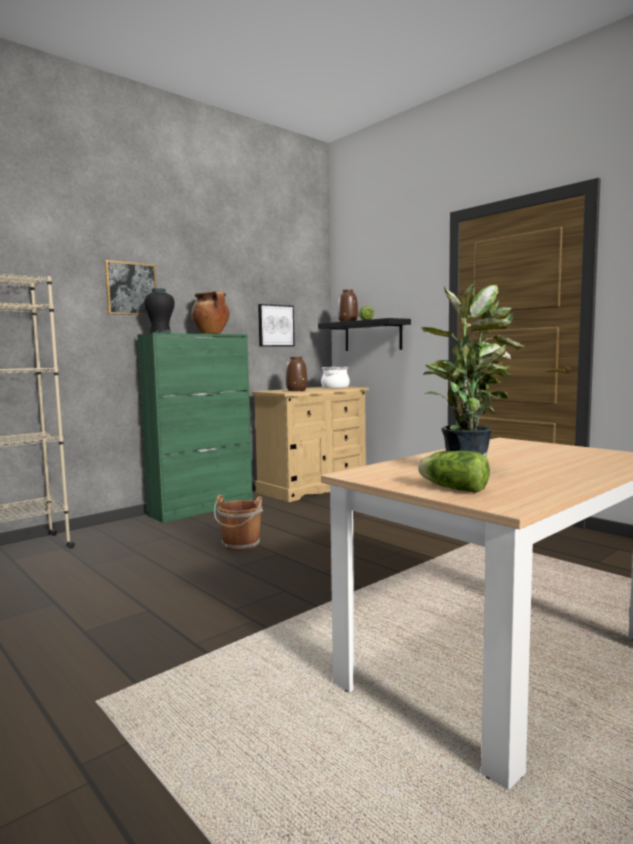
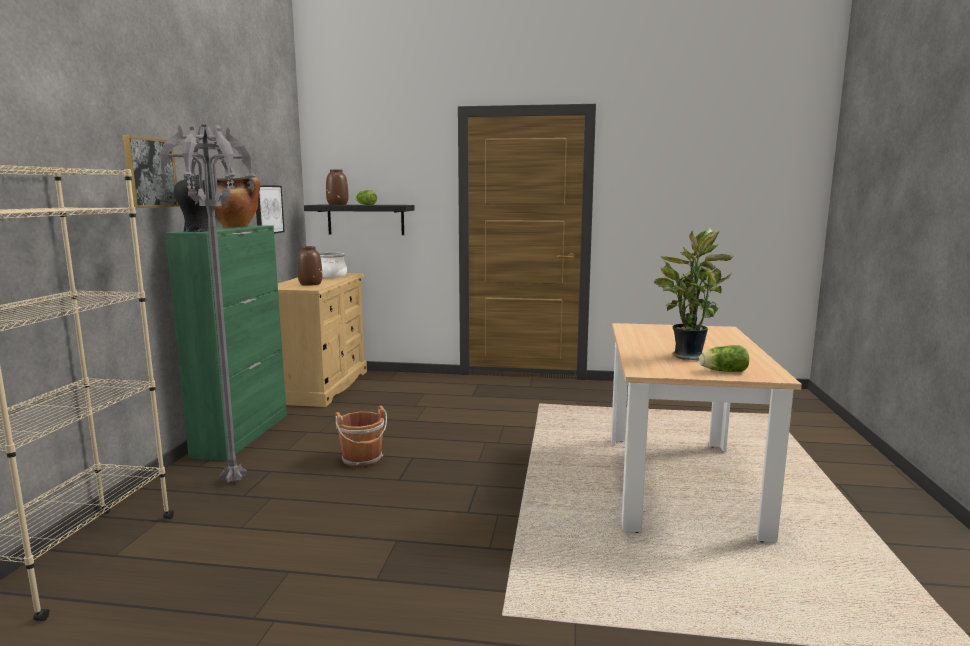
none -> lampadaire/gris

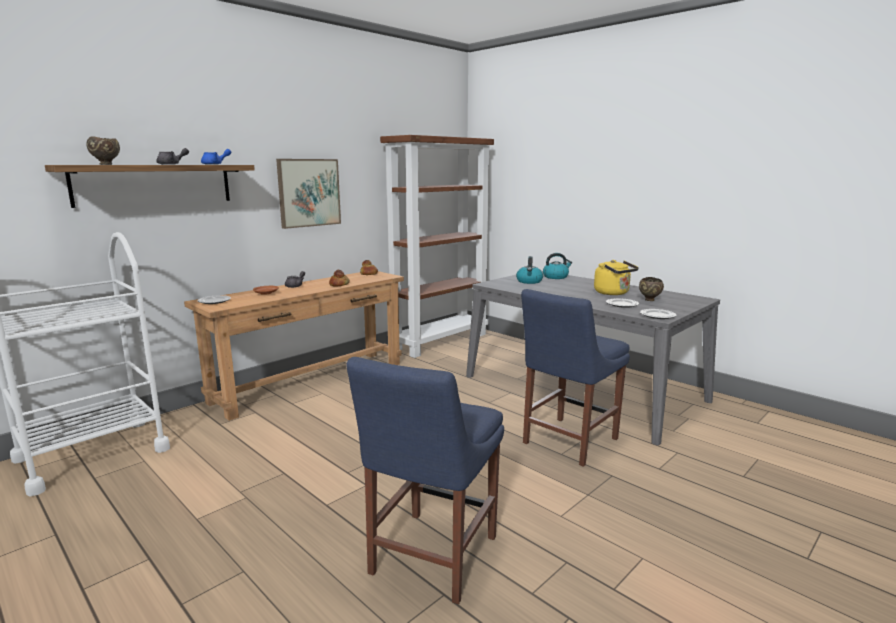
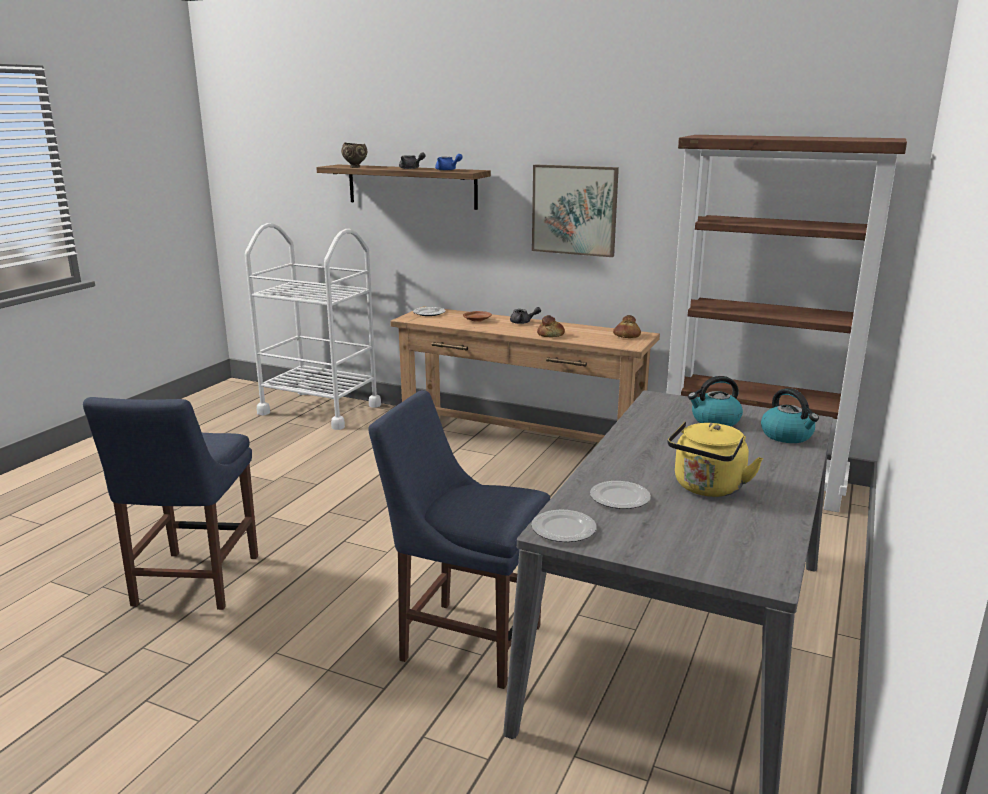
bol/marron (no. 2 from left) -> none
chaise/bleu (no. 1 from left), 90 degrees counterclockwise

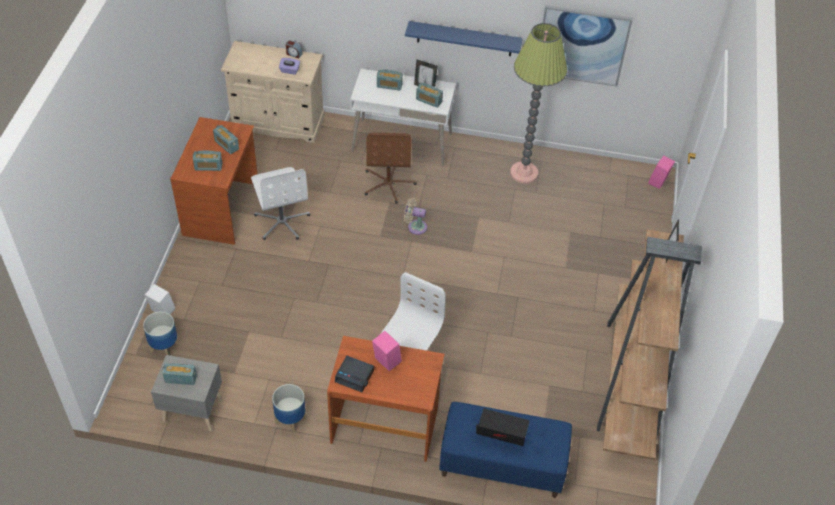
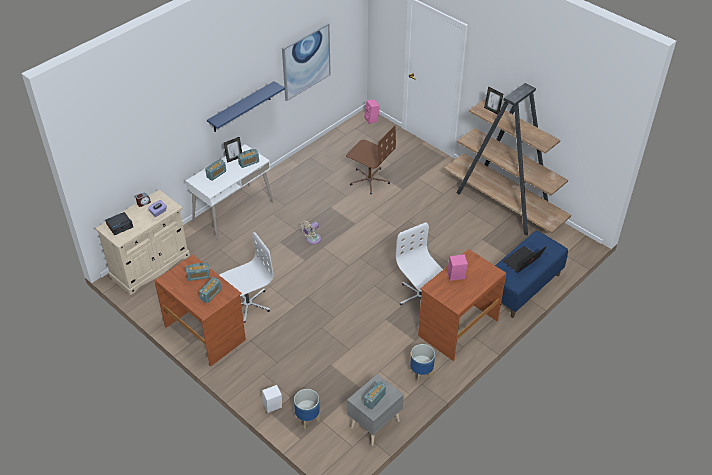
lampadaire -> none
réveil (no. 2 from left in the first image) -> réveil (no. 1 from left), shifted
chaise de bureau/marron, shifted
chaise de bureau/blanc (no. 1 from left), 45 degrees counterclockwise

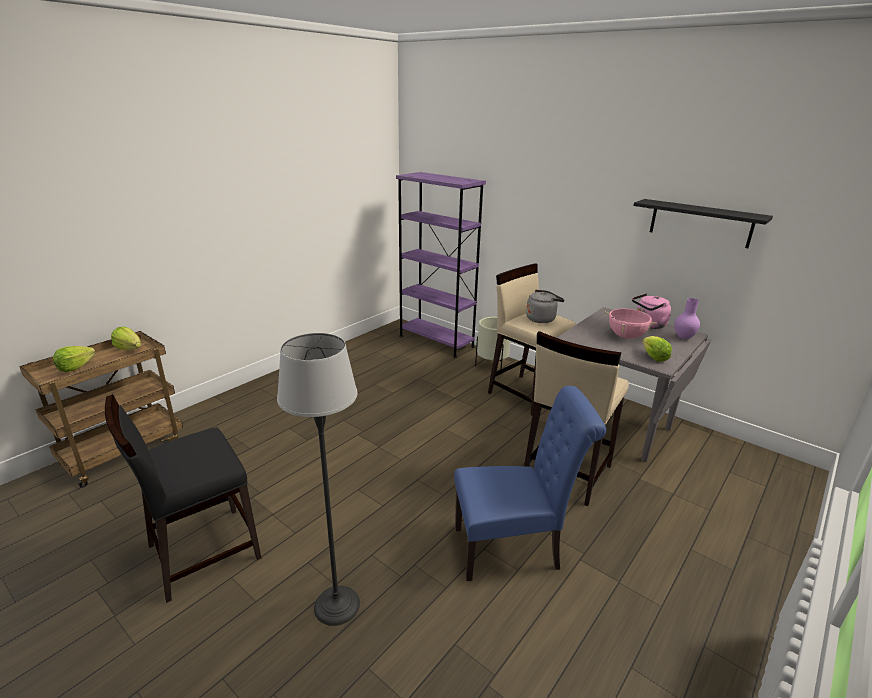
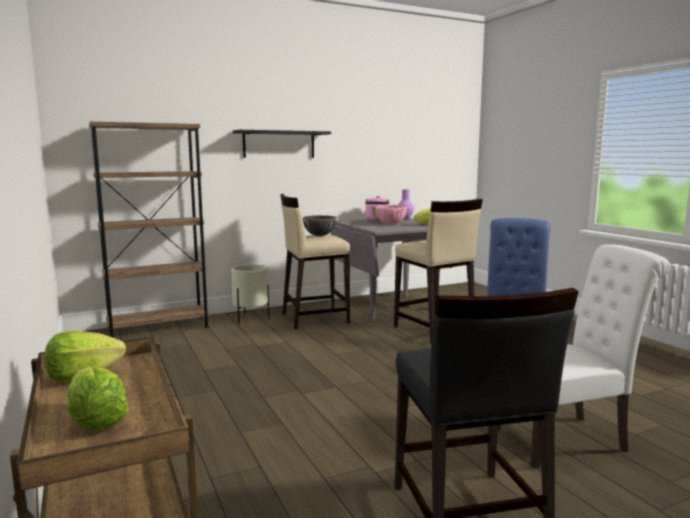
étagère/noir, shifted
lampadaire -> chaise/blanc
bouilloire/gris -> marmite/noir
bibliothèque/violet -> bibliothèque/marron

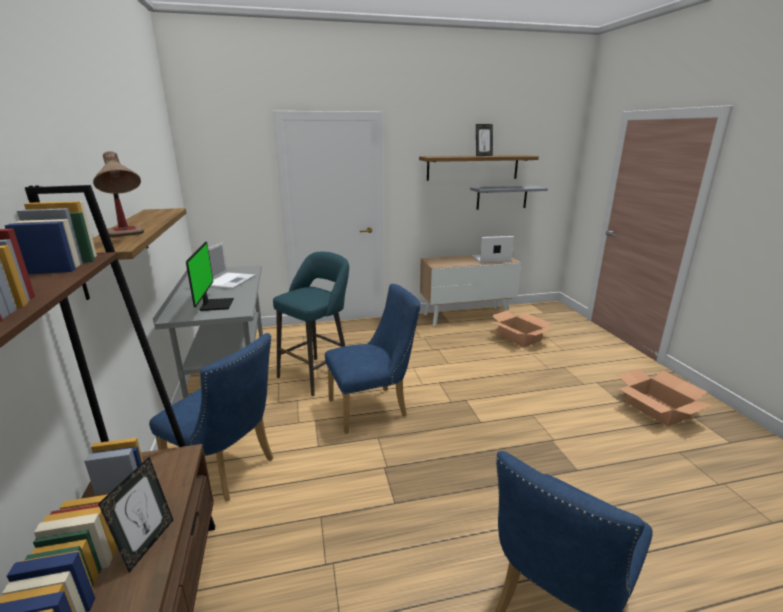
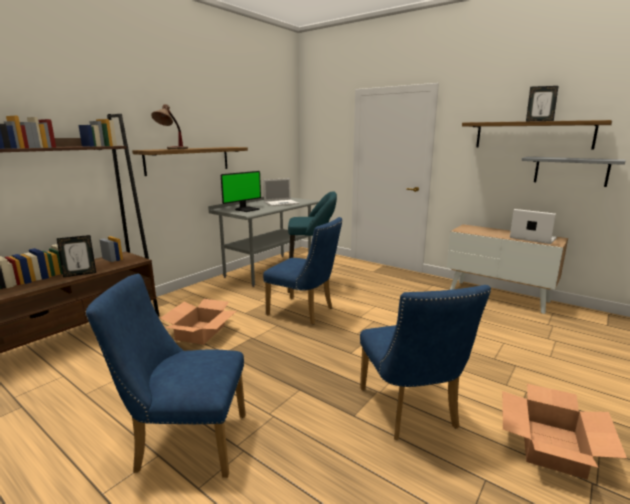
chaise/bleu (no. 1 from left in the first image) -> chaise/bleu (no. 3 from left), shifted
carton (no. 1 from left), shifted

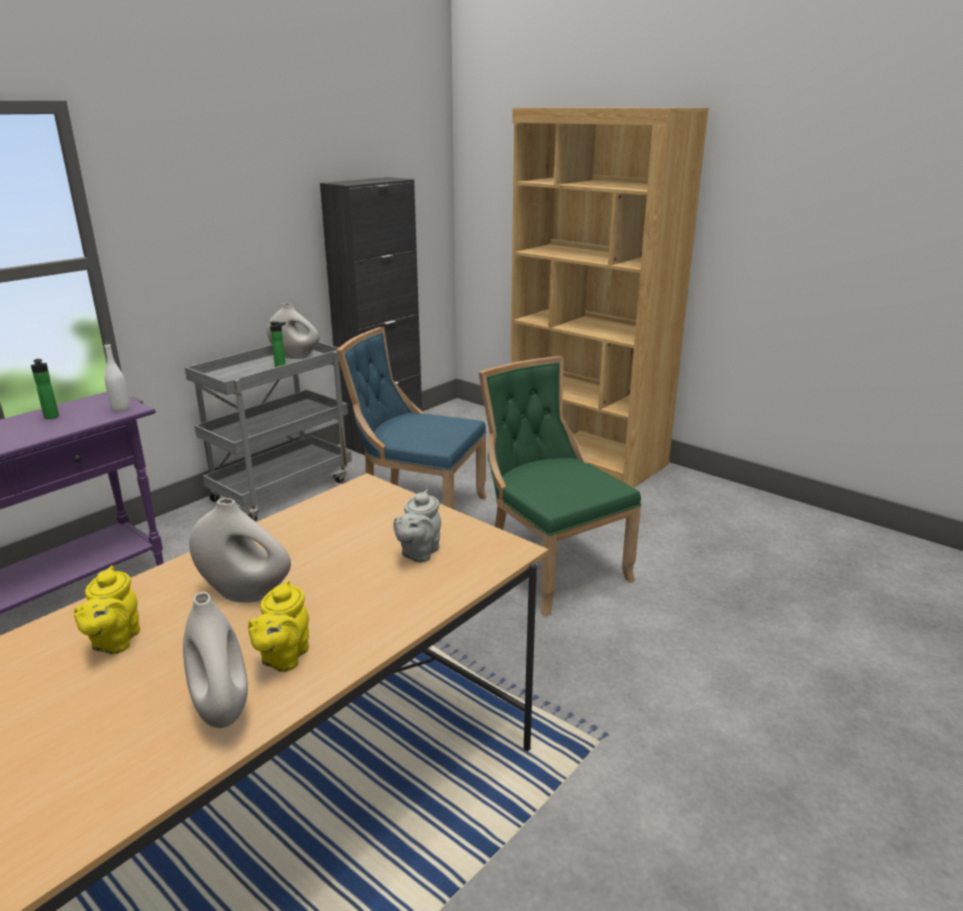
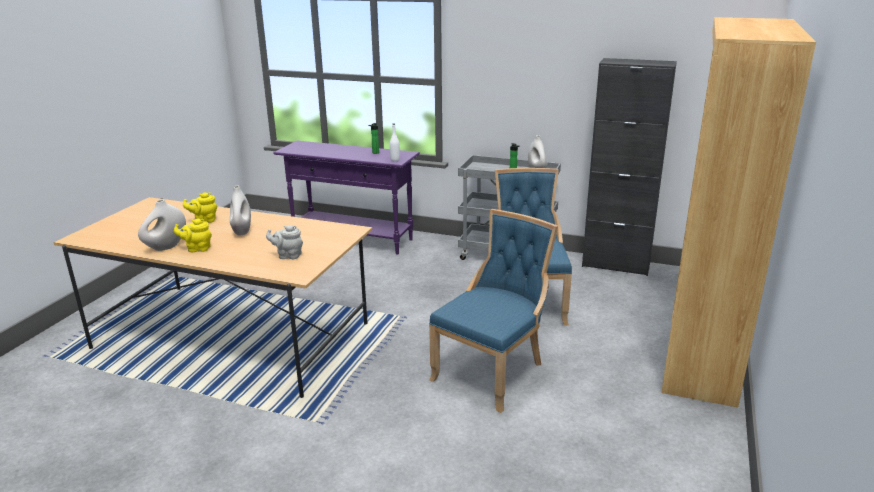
chaise/vert -> chaise/bleu (no. 1 from left)

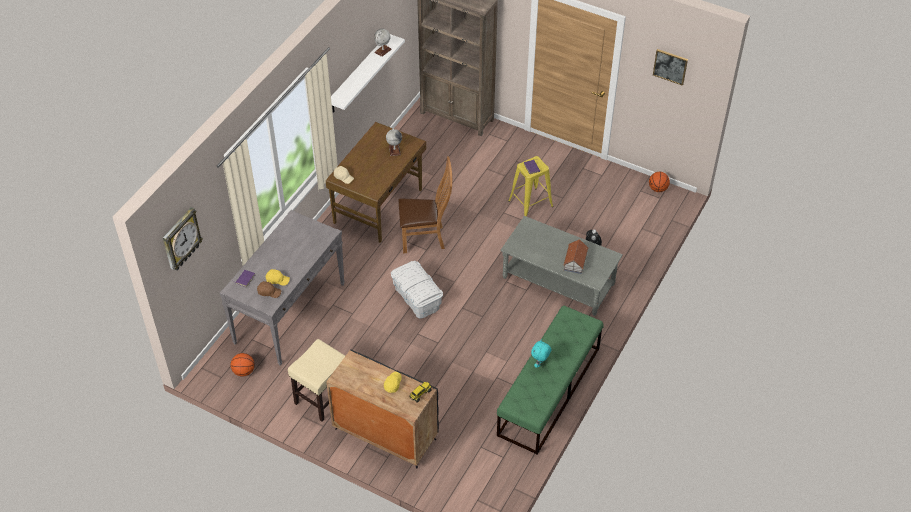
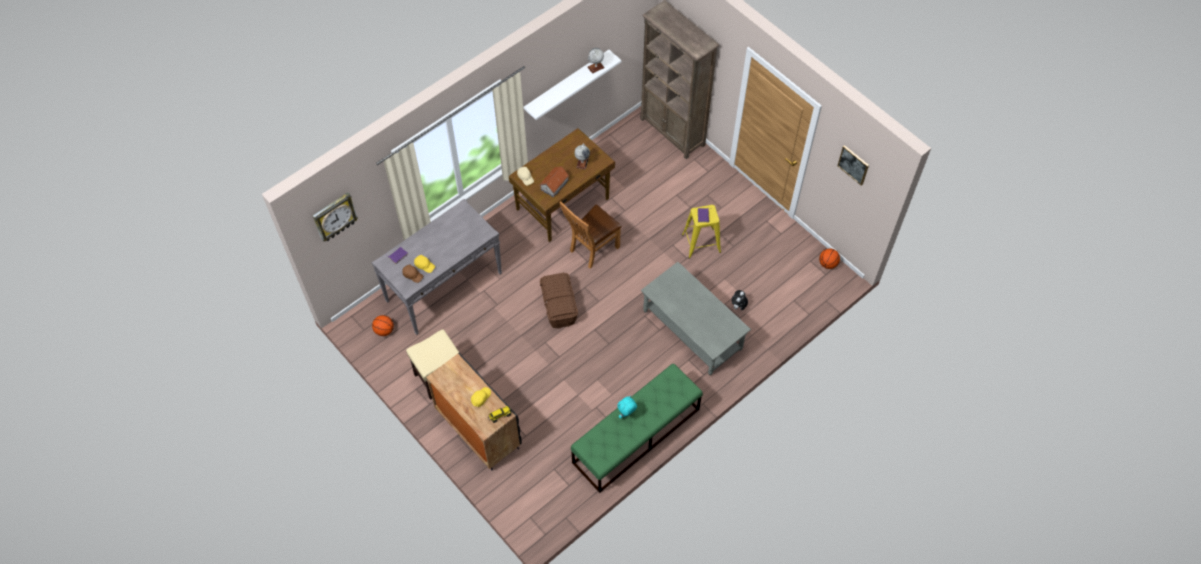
maison miniature, shifted
boîte de rangement/blanc -> boîte de rangement/marron
chaise/marron, 120 degrees clockwise

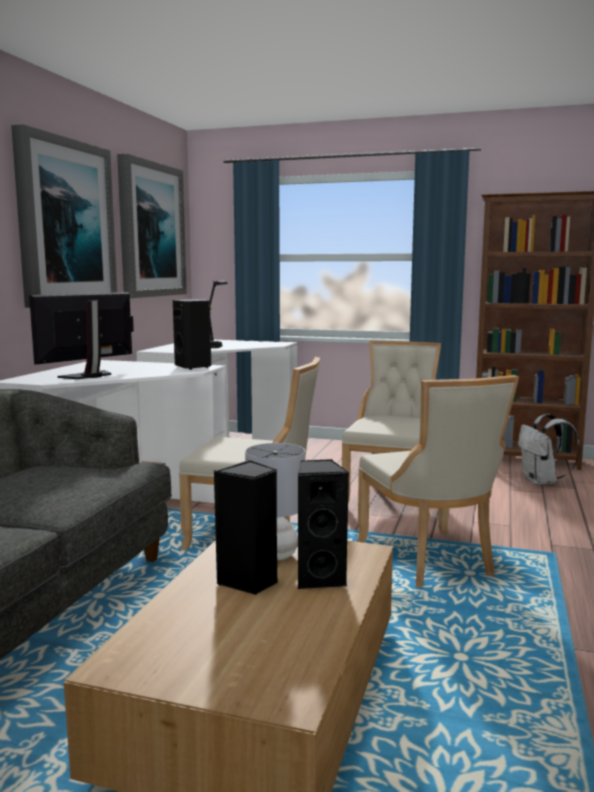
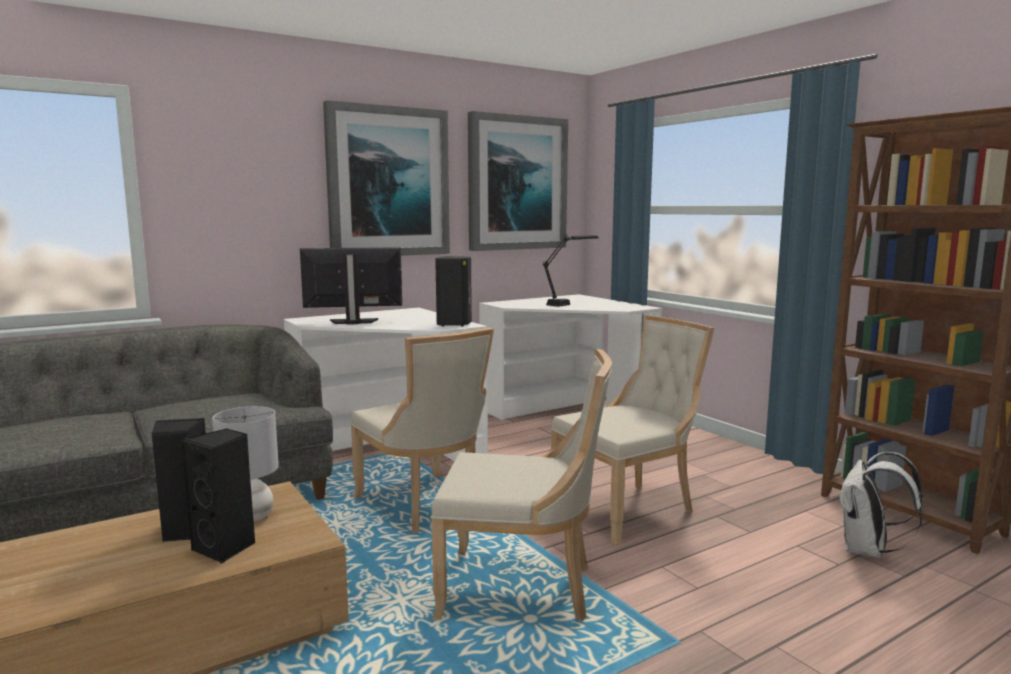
chaise/beige (no. 3 from left in the first image) -> chaise/beige (no. 2 from left), 105 degrees counterclockwise

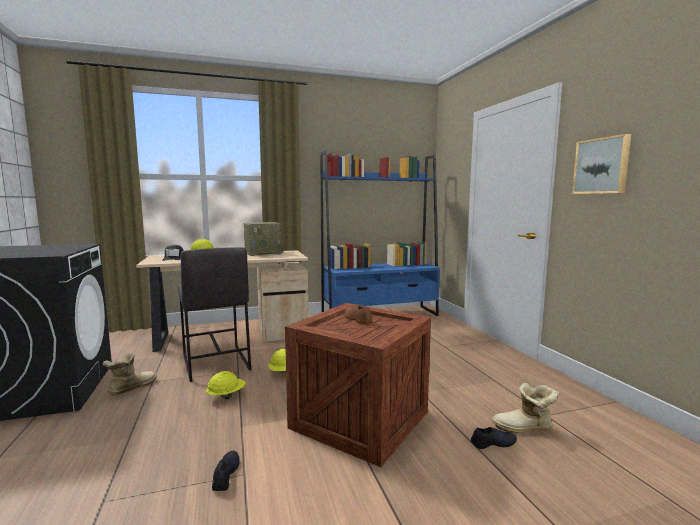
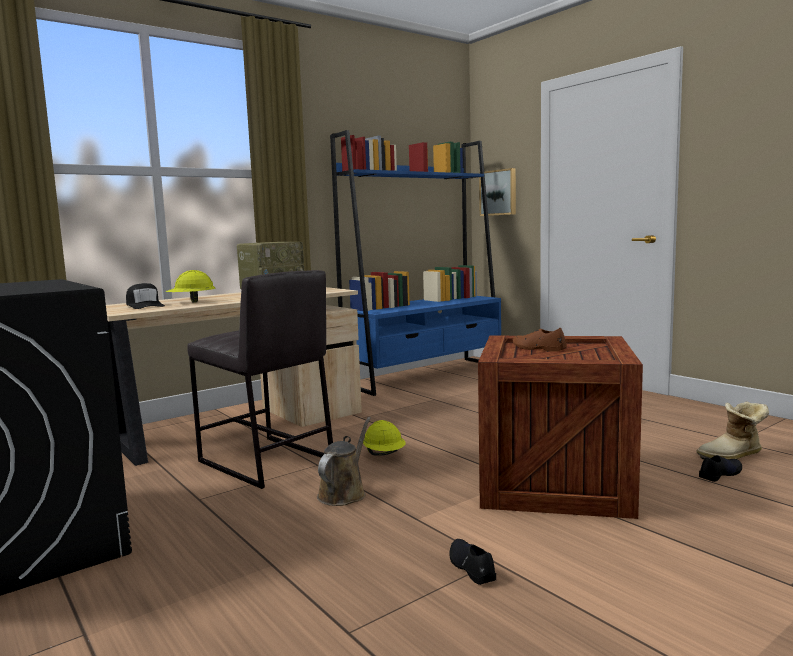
botte (no. 1 from left) -> none
tableau, shifted
casque de chantier/jaune (no. 2 from left) -> arrosoir/marron

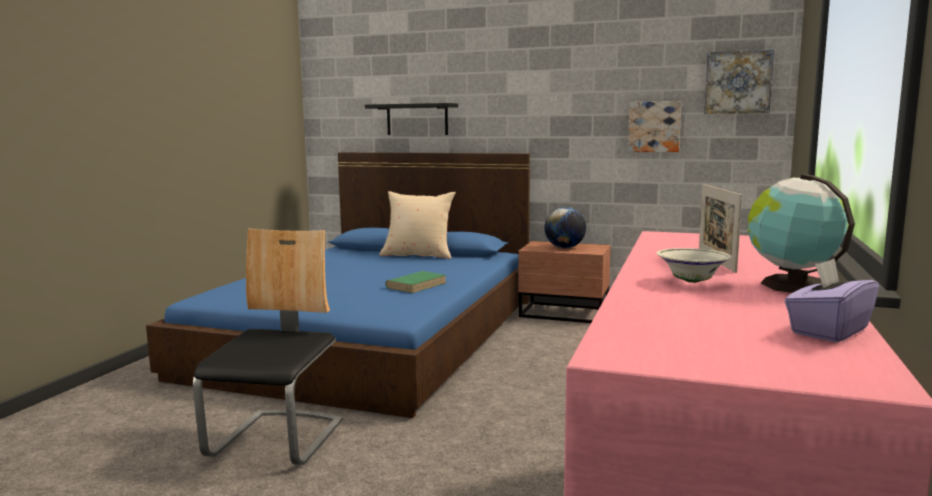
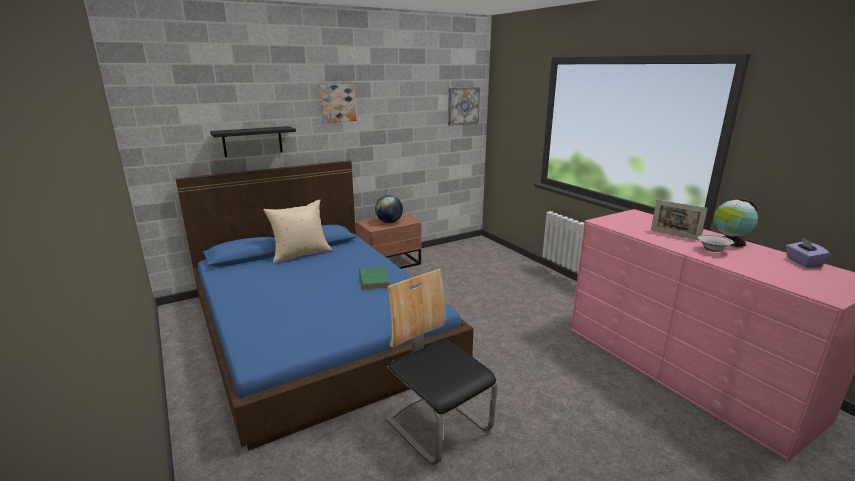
tableau (no. 1 from left), shifted

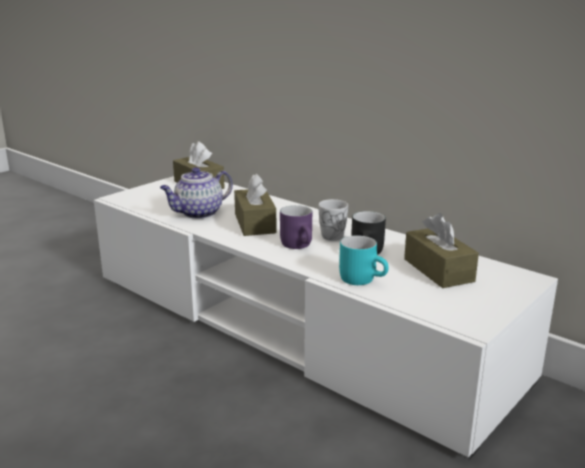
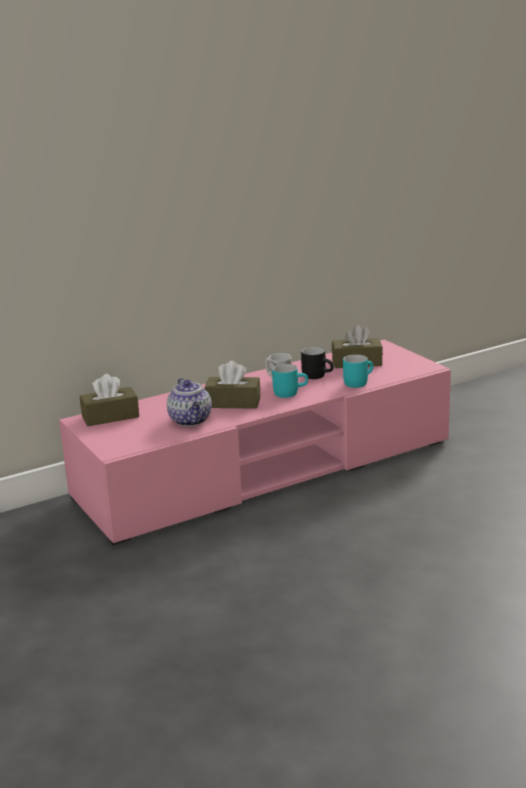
meuble télé/blanc -> meuble télé/rose
mug/violet -> mug/turquoise (no. 1 from left)

